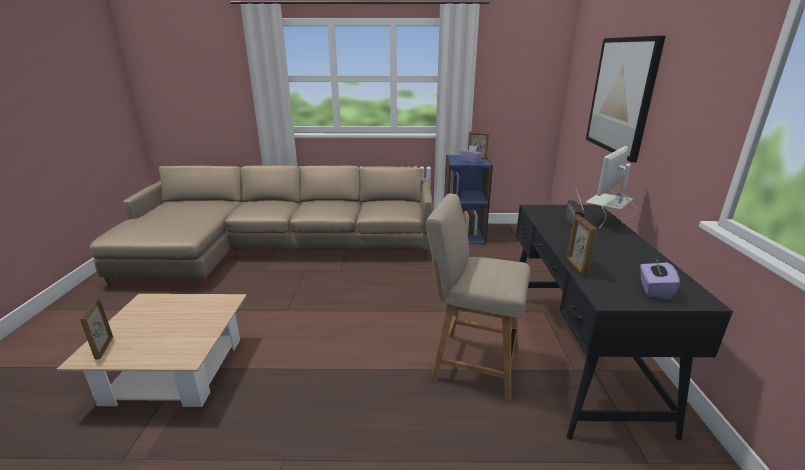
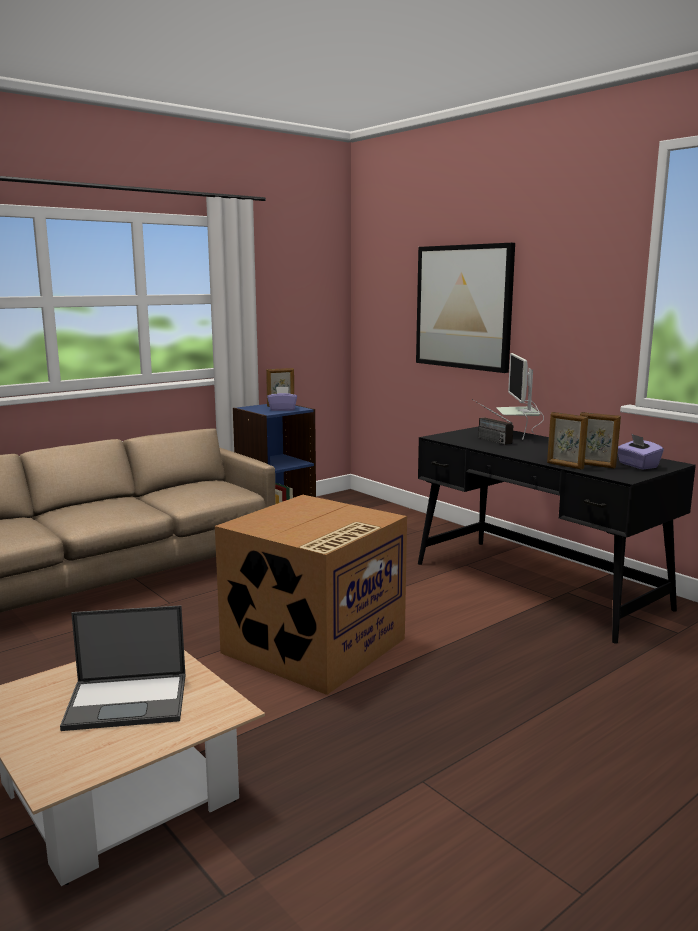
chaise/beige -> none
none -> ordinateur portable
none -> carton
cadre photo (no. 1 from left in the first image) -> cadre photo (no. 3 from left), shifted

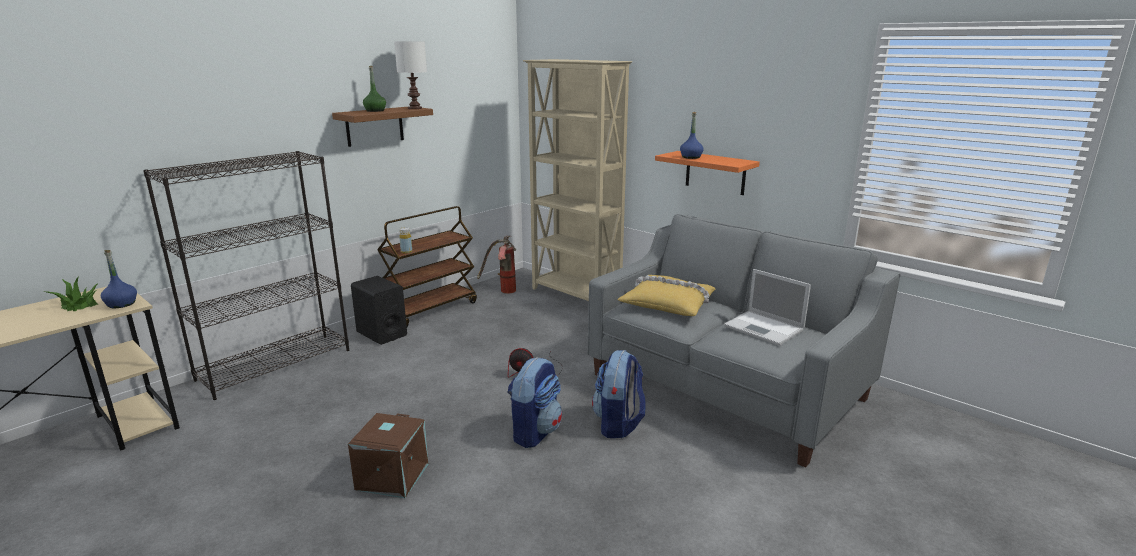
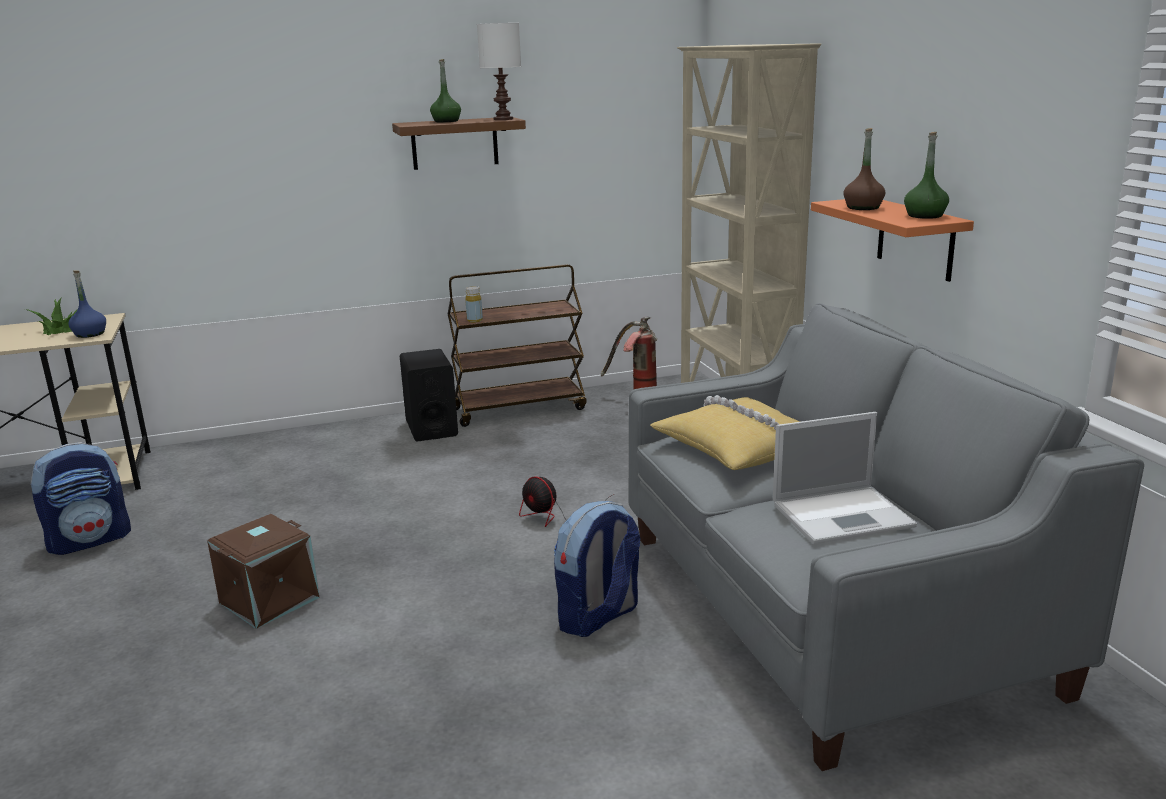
bibliothèque/noir -> none
none -> bouteille/vert (no. 2 from left)
sac à dos (no. 1 from left), shifted
bouteille/bleu (no. 2 from left) -> bouteille/marron
ordinateur portable, 90 degrees counterclockwise

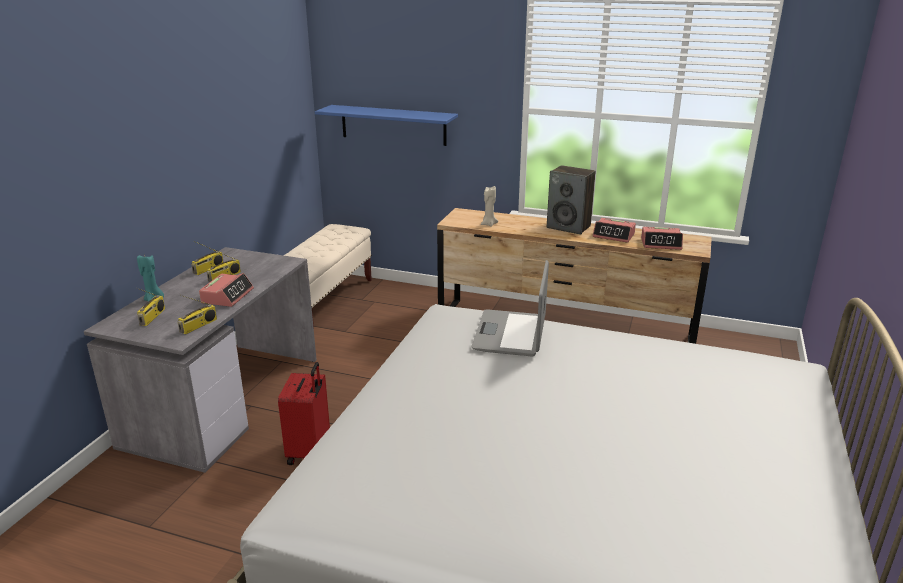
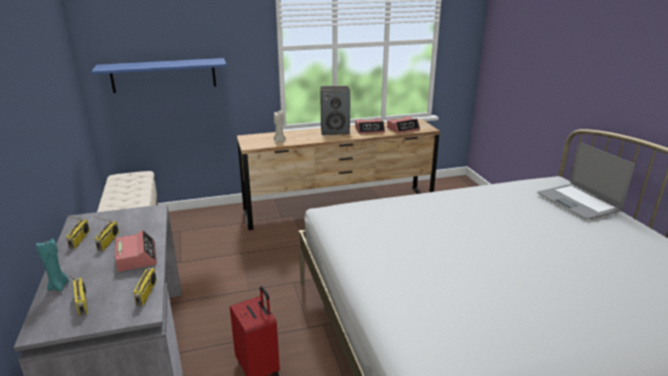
ordinateur portable, shifted

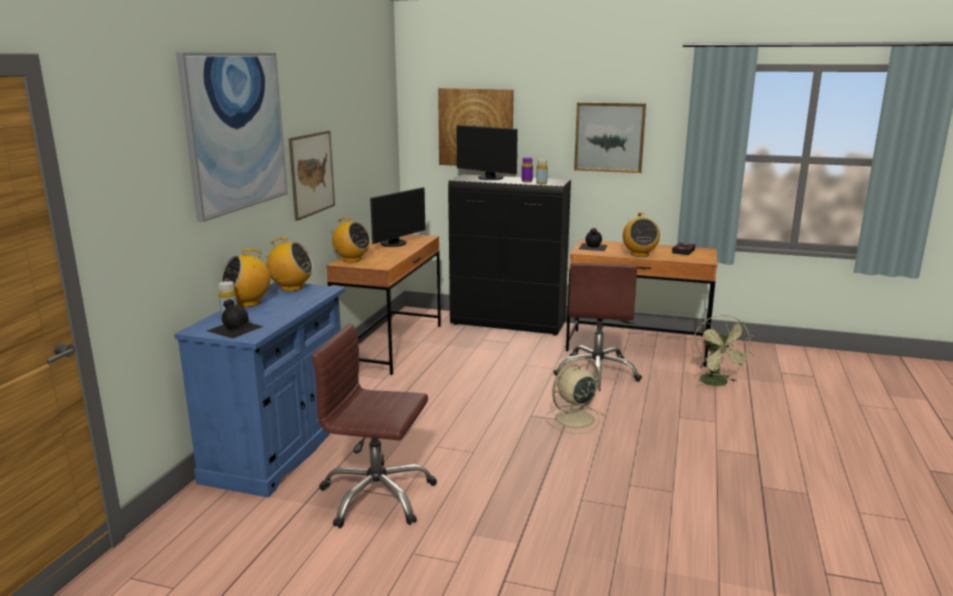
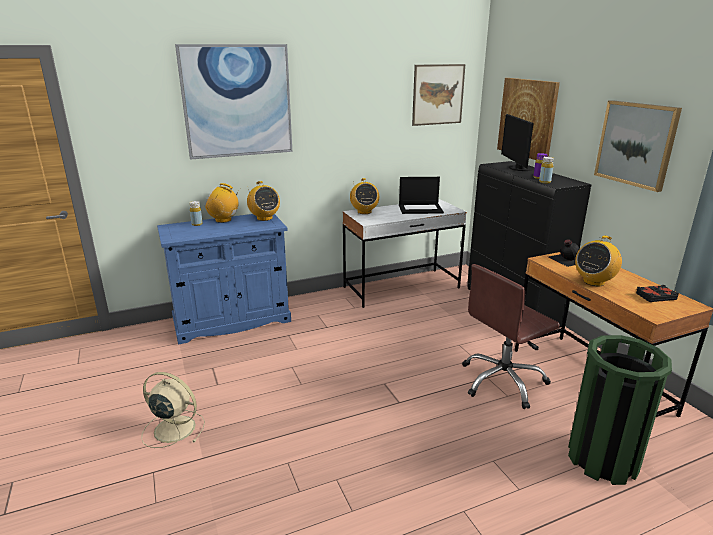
bouteille/noir (no. 1 from left) -> none
chaise de bureau/marron (no. 1 from left) -> none
tableau (no. 2 from left), shifted
ventilateur/beige, shifted
écran d'ordinateur (no. 1 from left) -> ordinateur portable
ventilateur/vert -> poubelle/vert
bureau/marron (no. 1 from left) -> bureau/blanc

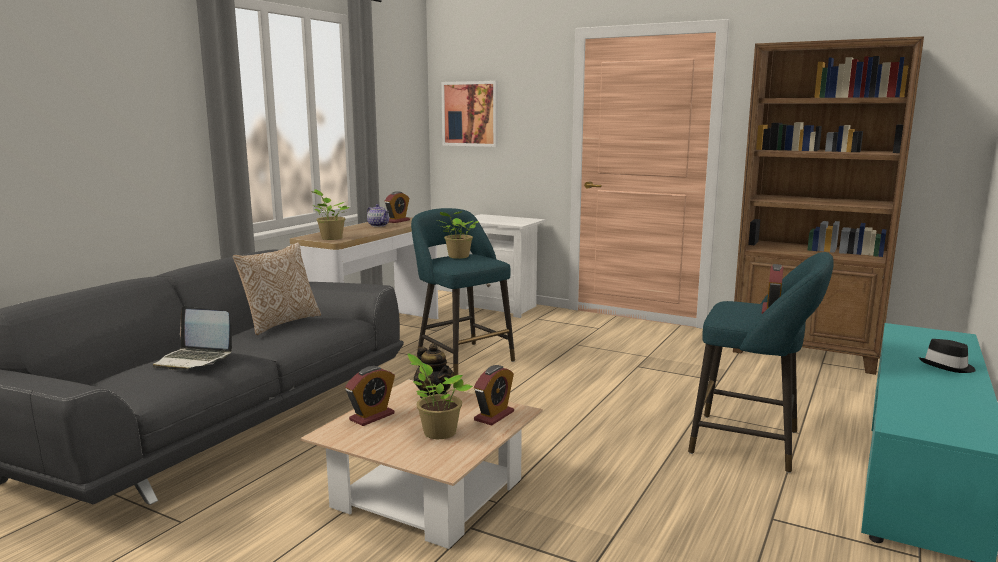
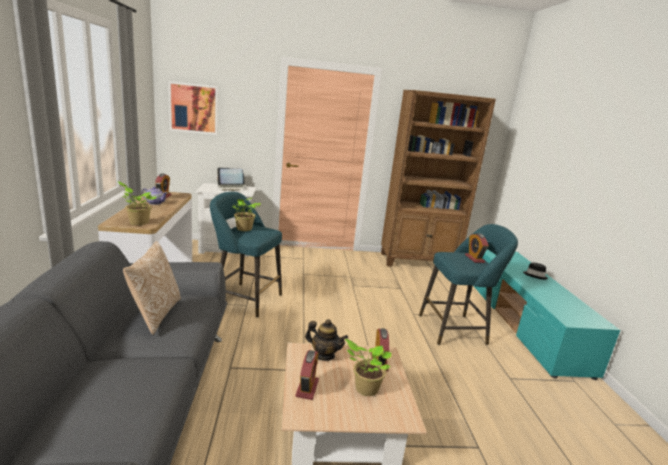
ordinateur portable, shifted

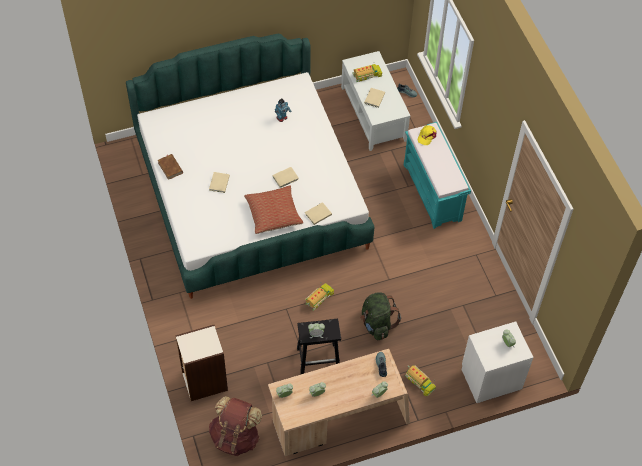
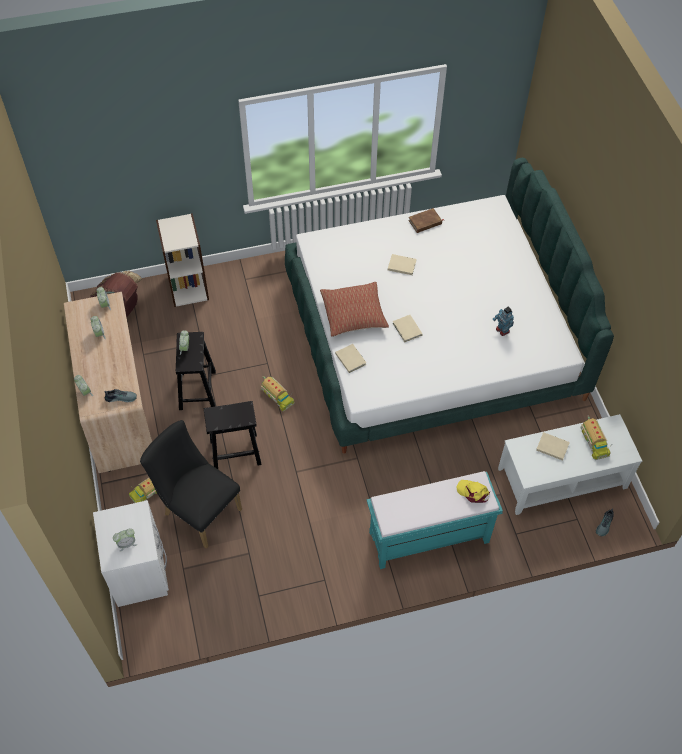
none -> chaise/noir
sac à dos/vert -> tabouret/noir (no. 2 from left)

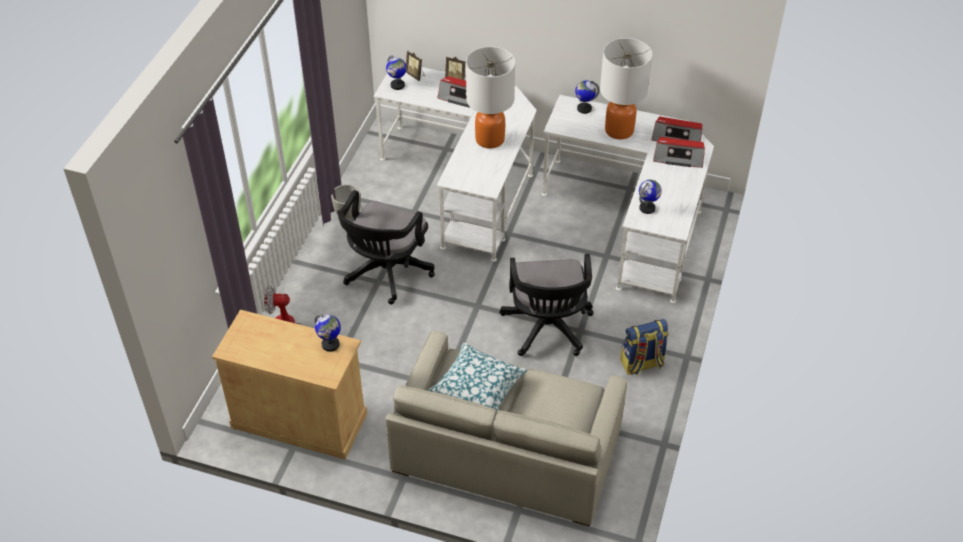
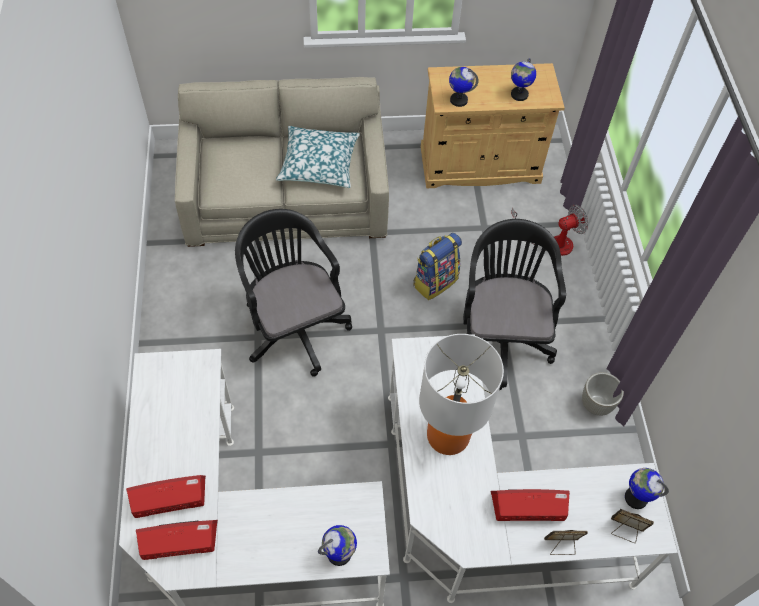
lampe de table (no. 2 from left) -> none
sac à dos, shifted
globe (no. 4 from left in the first image) -> globe (no. 3 from left), shifted

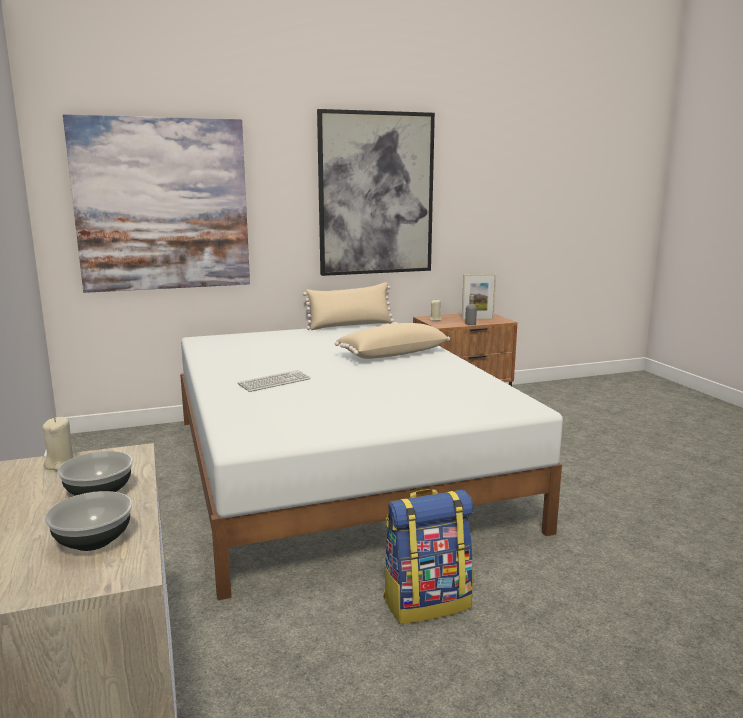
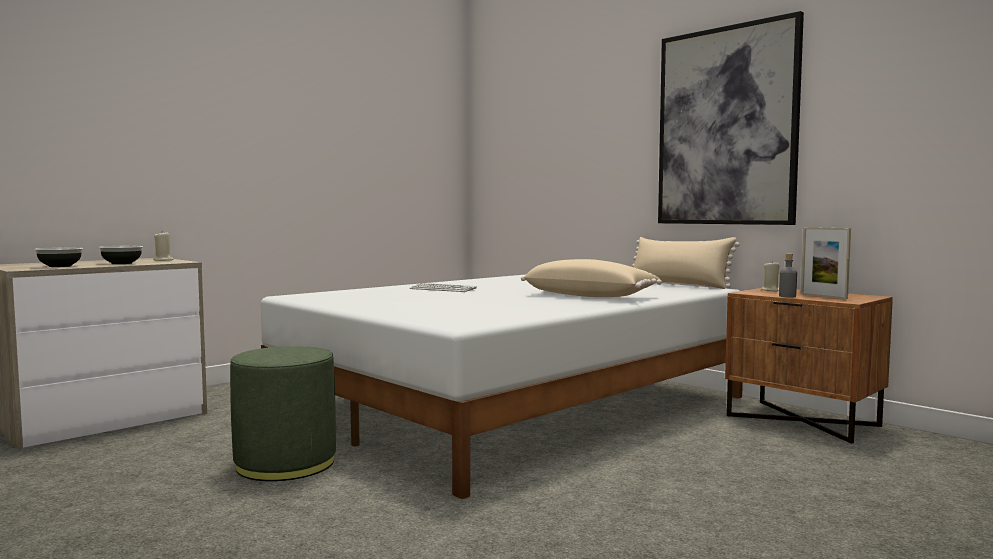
tableau (no. 1 from left) -> none
sac à dos -> pouf/vert

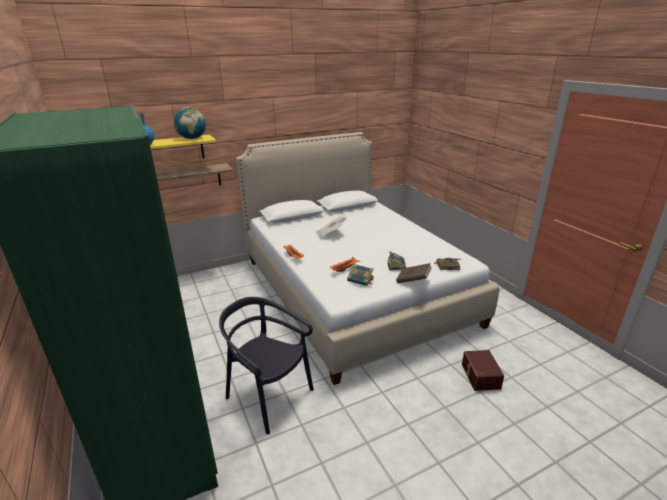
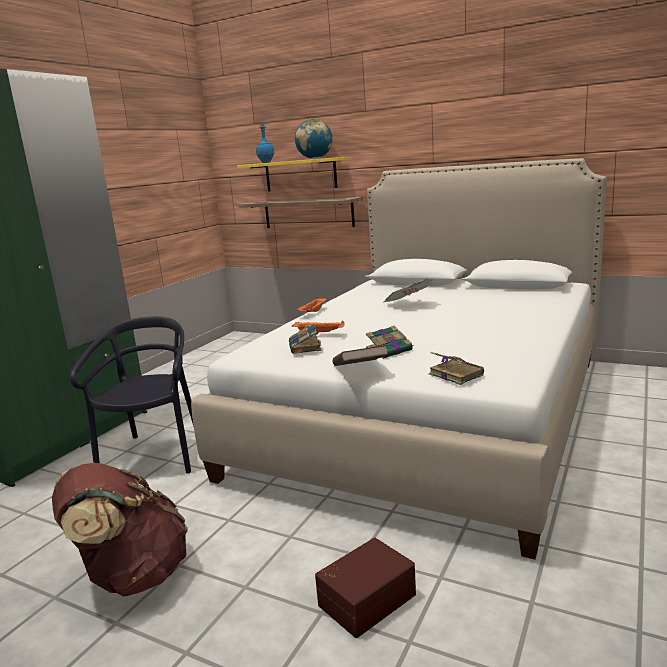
none -> sac à dos/marron

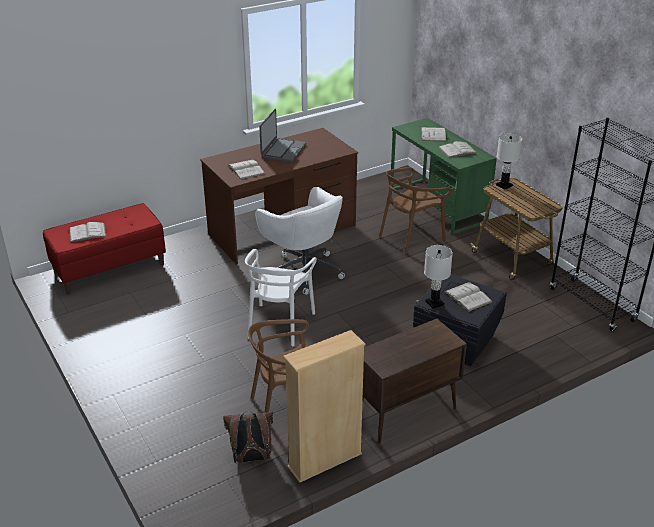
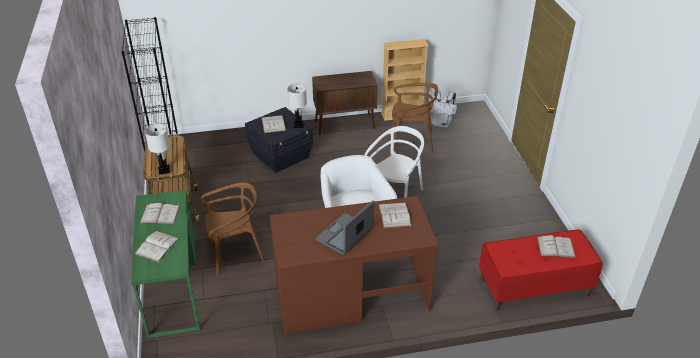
sac à dos/marron -> sac à dos/blanc

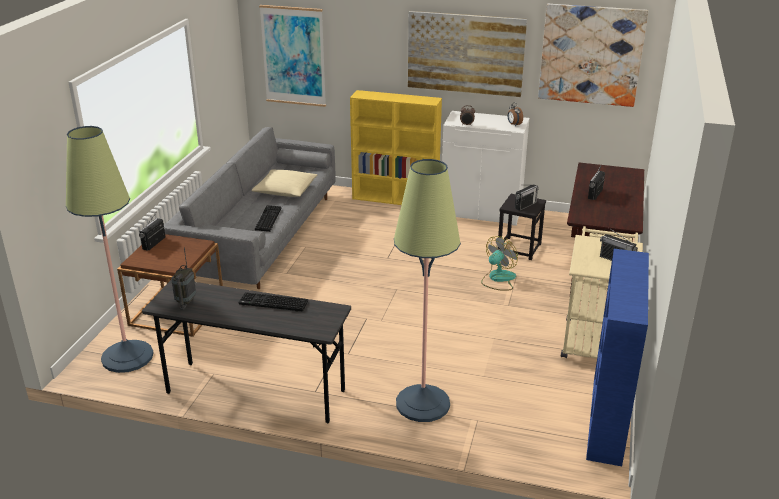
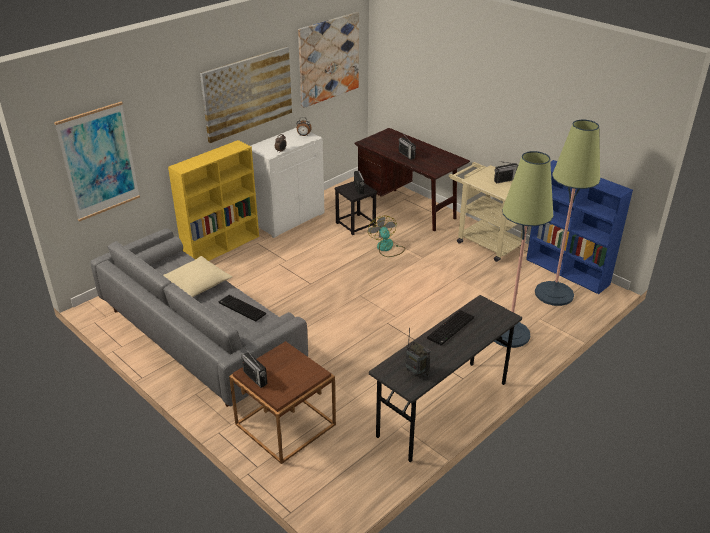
lampadaire (no. 1 from left in the first image) -> lampadaire (no. 2 from left), shifted

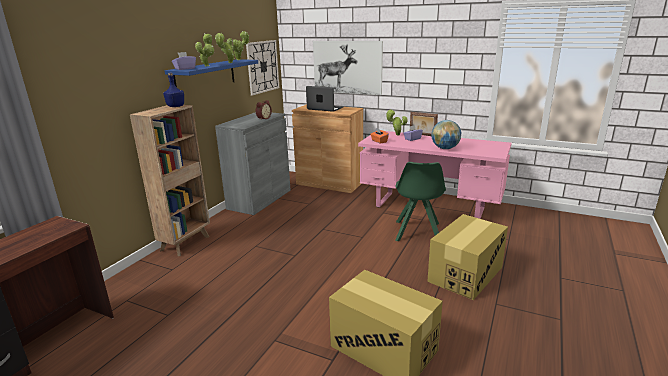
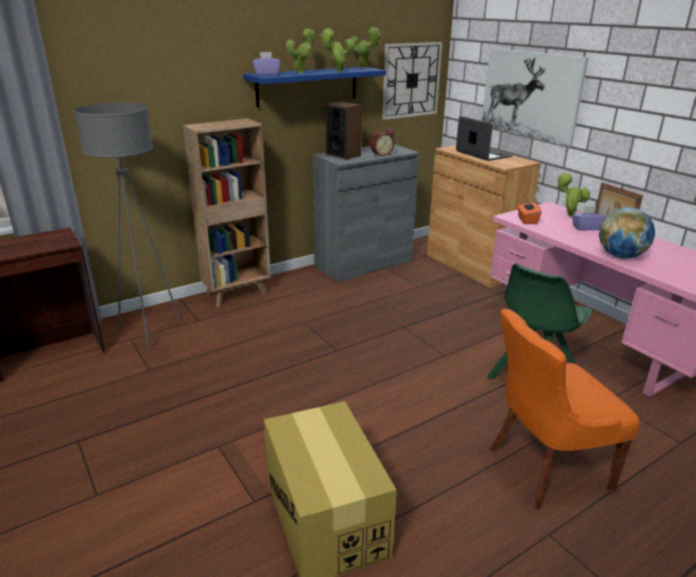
bouteille/bleu -> none
none -> lampadaire/gris
none -> enceinte
carton (no. 2 from left) -> chaise/orange

